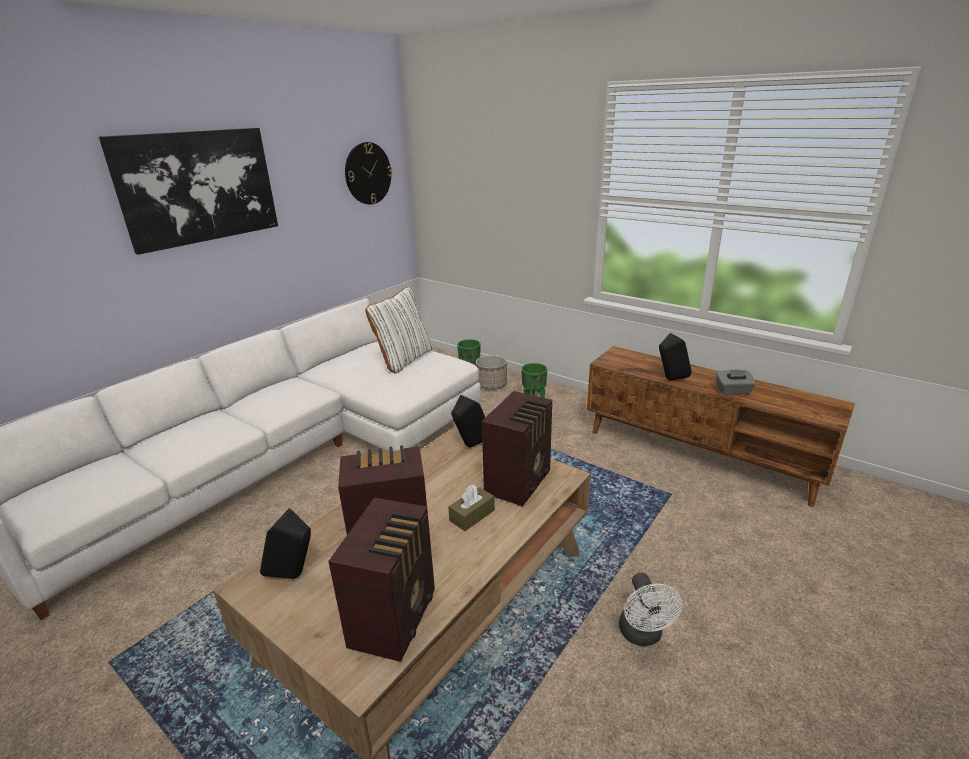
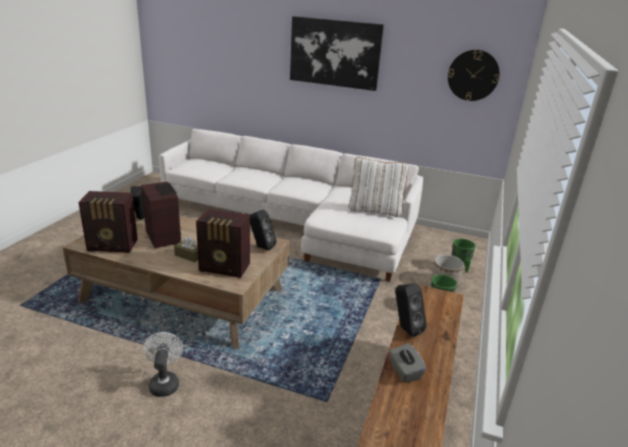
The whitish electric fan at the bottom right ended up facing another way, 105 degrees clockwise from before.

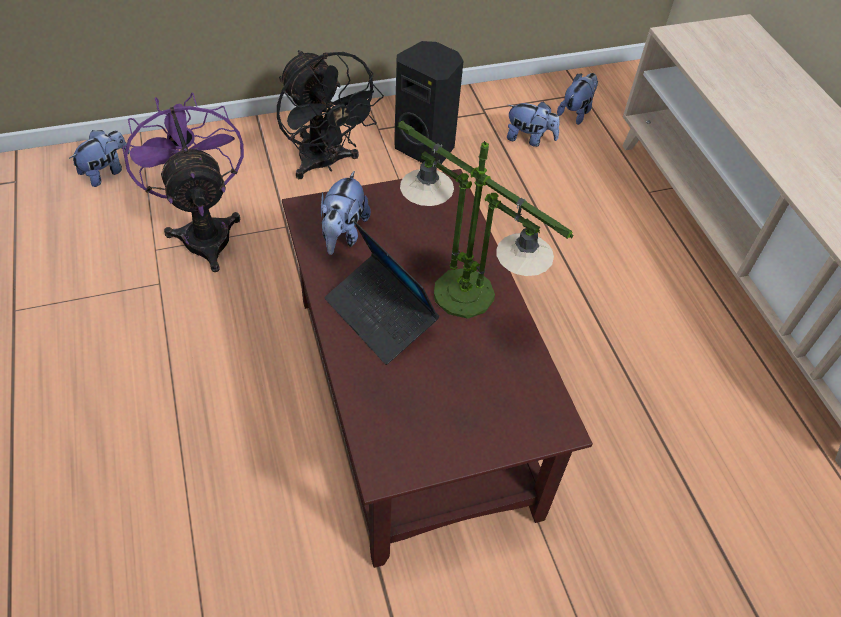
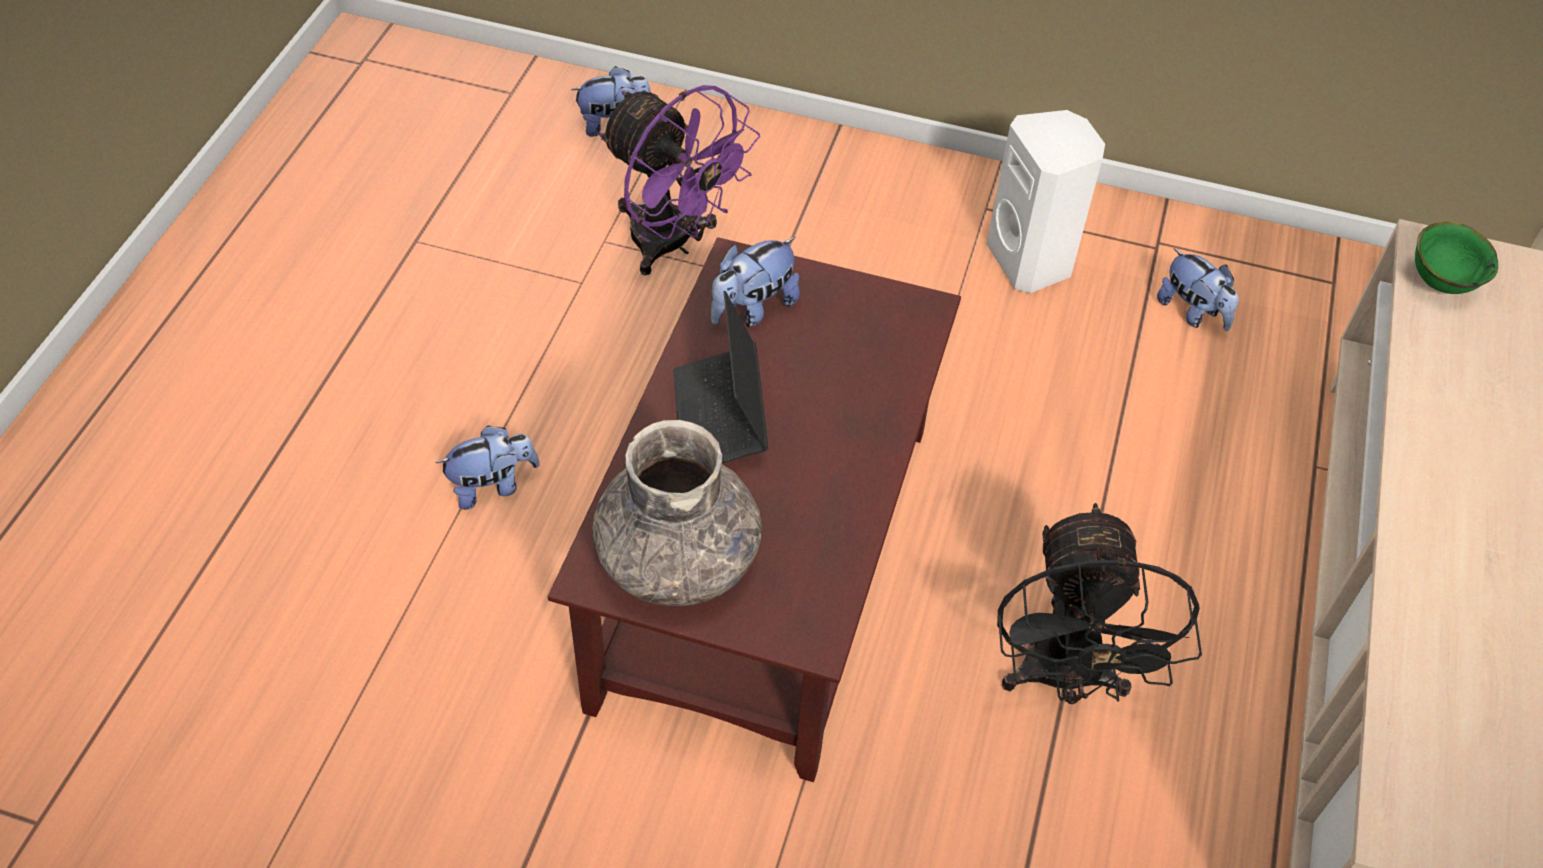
The second view lost the table lamp at the centre.
The second view gained the grey flower vase at the centre.
The second view gained the green-coloured deep dish at the top right.
The black-coloured electric fan ended up elsewhere, having gone from the top centre to the bottom right.
The soft toy (4th from left in the first image) ended up elsewhere, having gone from the top right to the middle left.
What was the black-coloured speaker at the top centre turned into the whitish speaker at the top right.
The purplish electric fan at the top left ended up facing another way, 120 degrees clockwise from before.

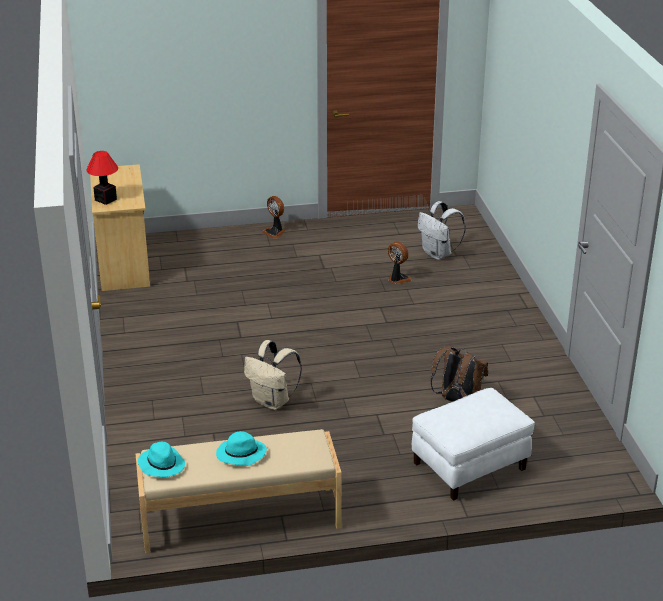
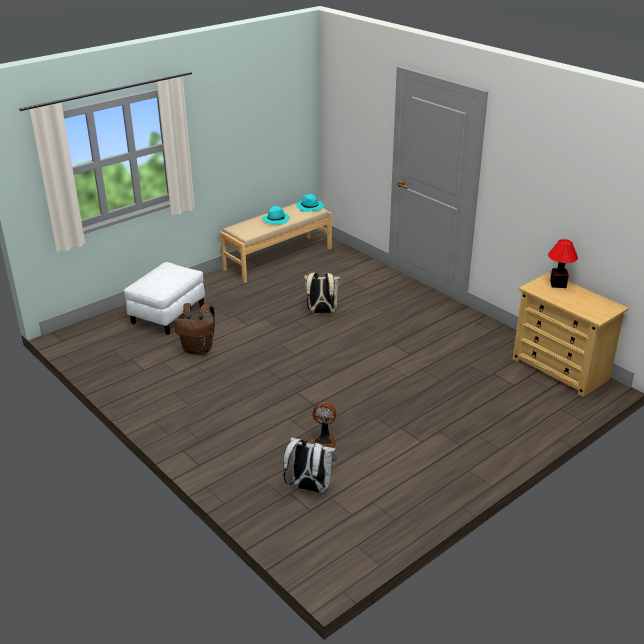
The second view lost the electric fan (1st from left) at the centre.

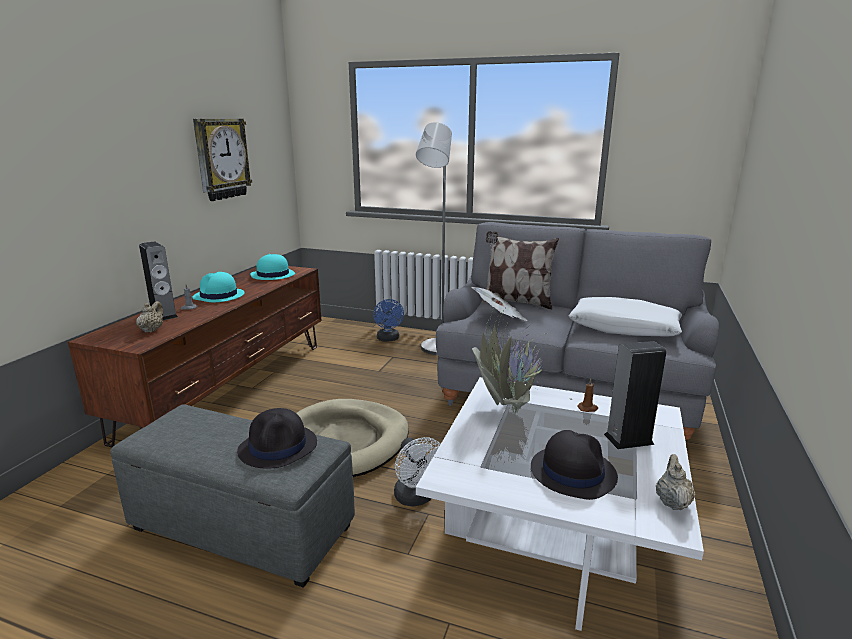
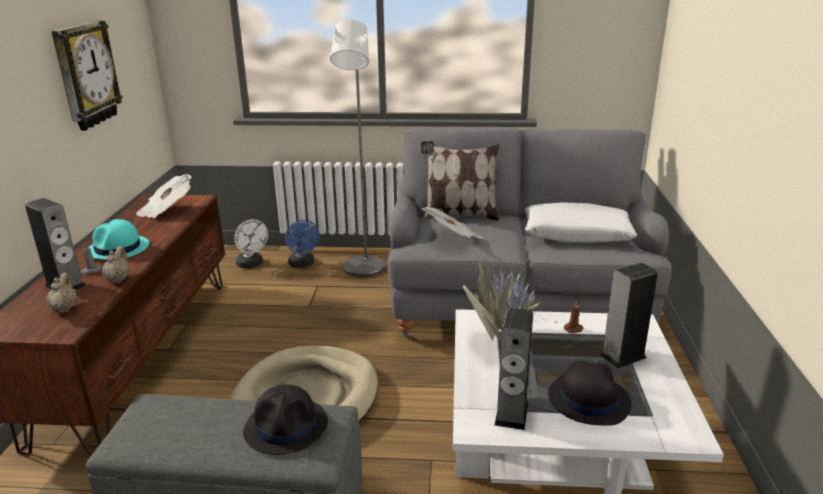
The second view gained the speaker (2nd from left) at the bottom centre.
The whitish electric fan ended up elsewhere, having gone from the bottom centre to the middle left.
The beige-coloured pot for tea (2nd from left) ended up elsewhere, having gone from the bottom right to the middle left.
Where the turquoise-coloured wearable hat (2nd from left) stood at the middle left, the daily paper (1st from left) came to stand at the middle left.

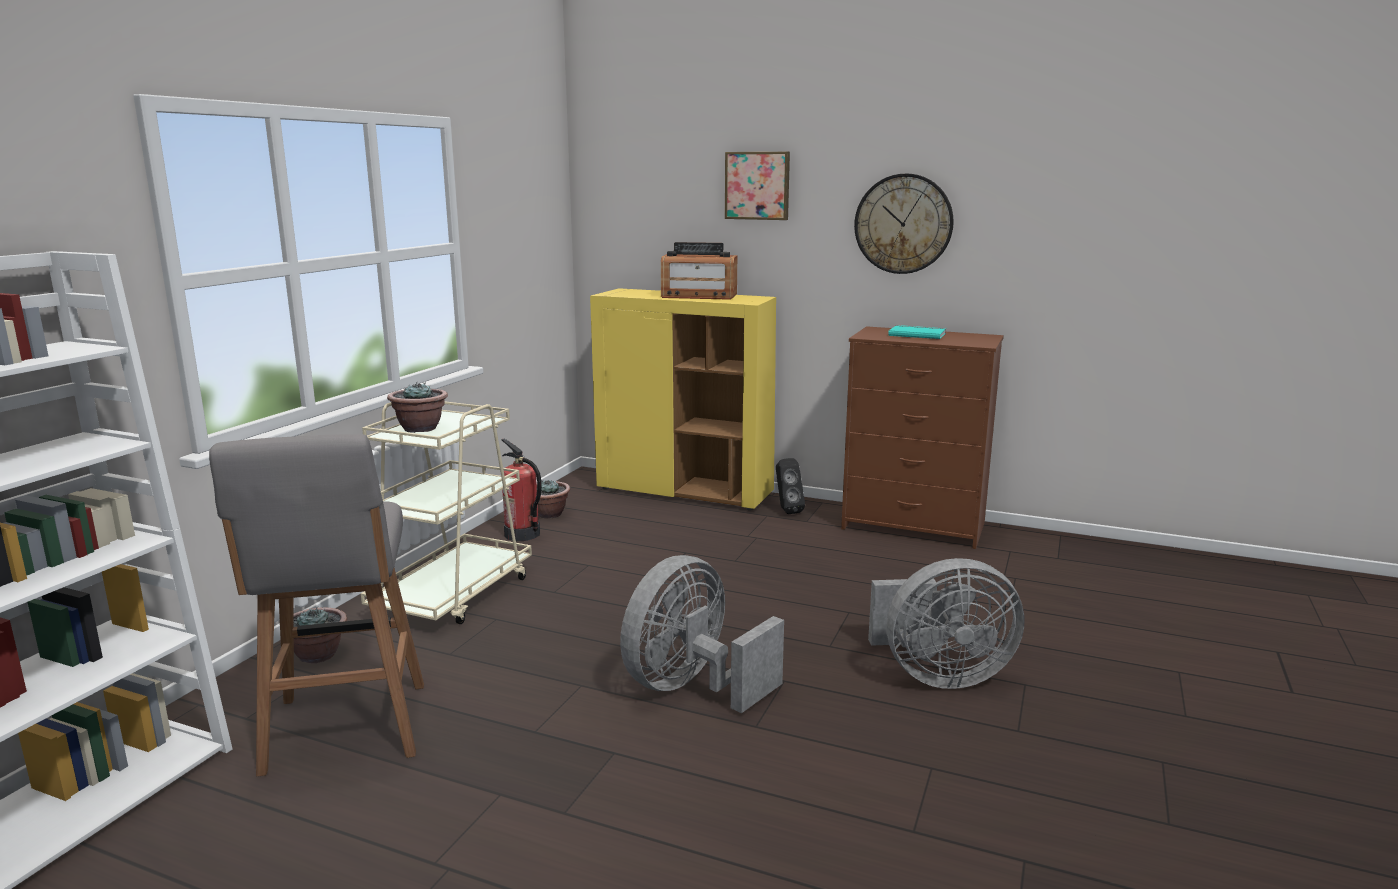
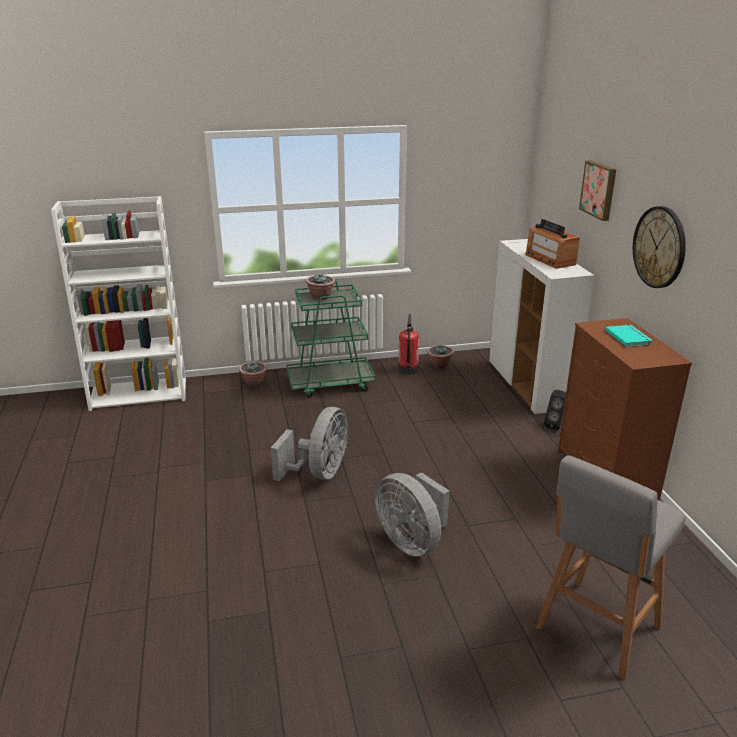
The grey stool ended up elsewhere, having gone from the bottom left to the bottom right.
What was the beige-coloured cart at the middle left turned into the green-coloured cart at the centre.
What was the yellowish cupboard at the centre turned into the whitish cupboard at the middle right.
The grey electric fan (1st from left) at the bottom centre ended up facing another way, 105 degrees clockwise from before.

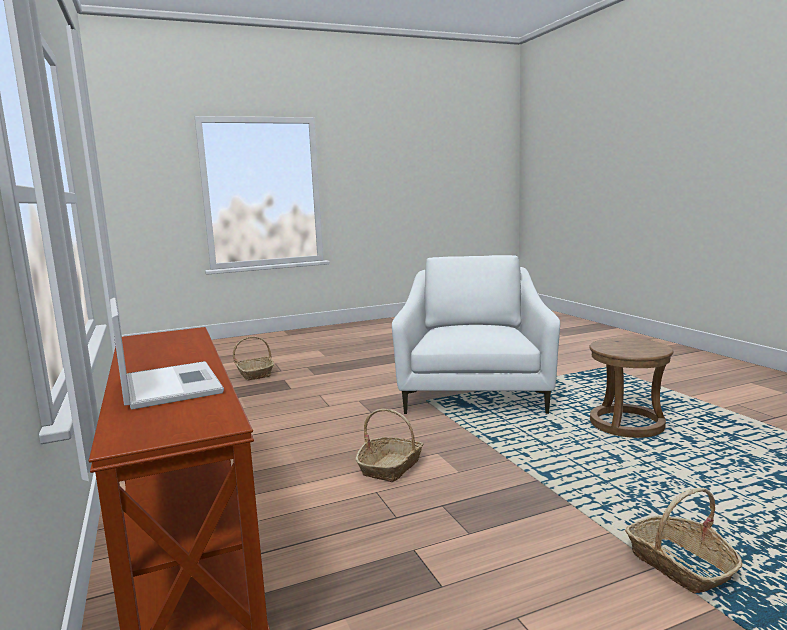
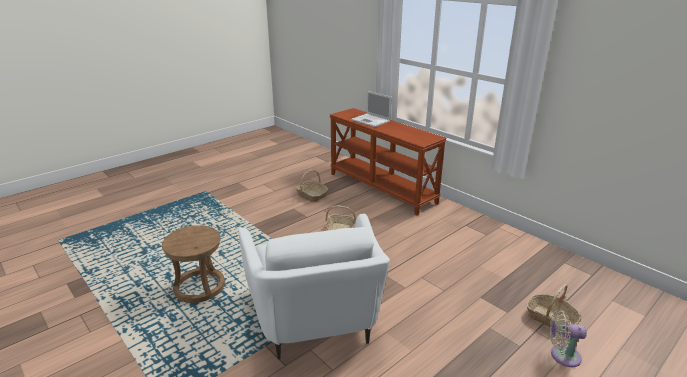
The second view gained the beige-coloured electric fan at the bottom right.
The storage basket (3rd from left in the first image) ended up elsewhere, having gone from the bottom right to the centre.

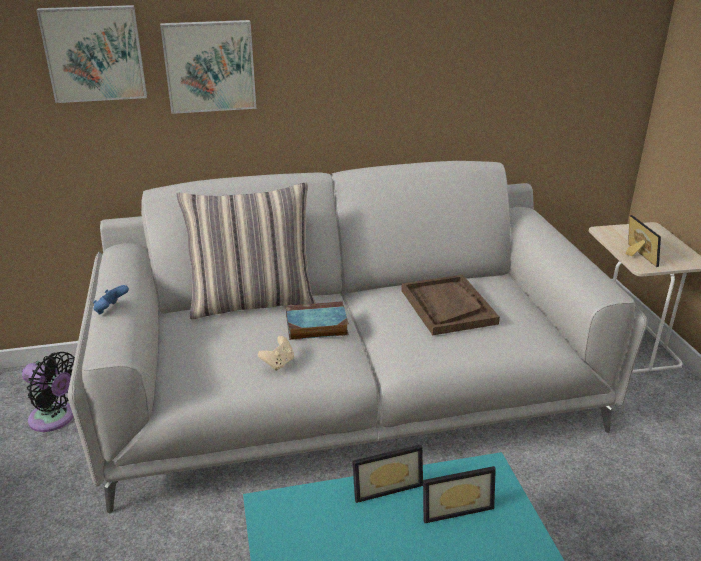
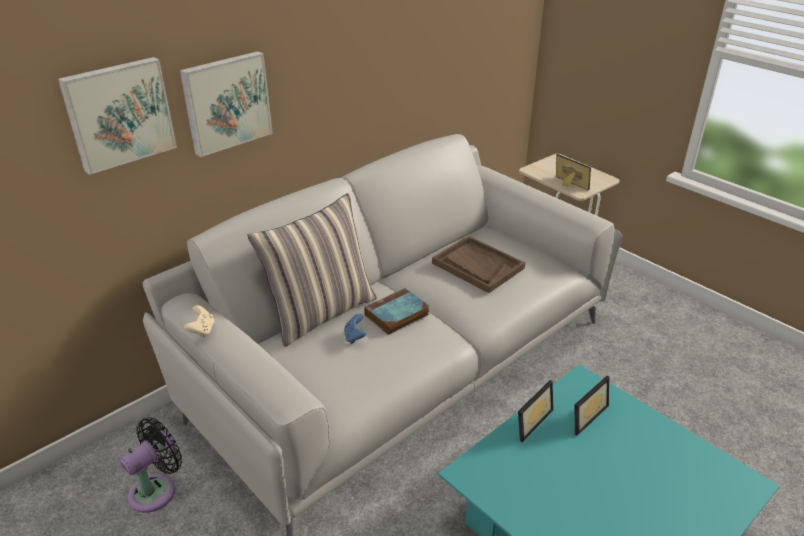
The blue game controller ended up elsewhere, having gone from the middle left to the centre.
The beige-coloured game controller ended up elsewhere, having gone from the centre to the middle left.
The black-coloured electric fan at the bottom left ended up facing another way, 45 degrees counterclockwise from before.

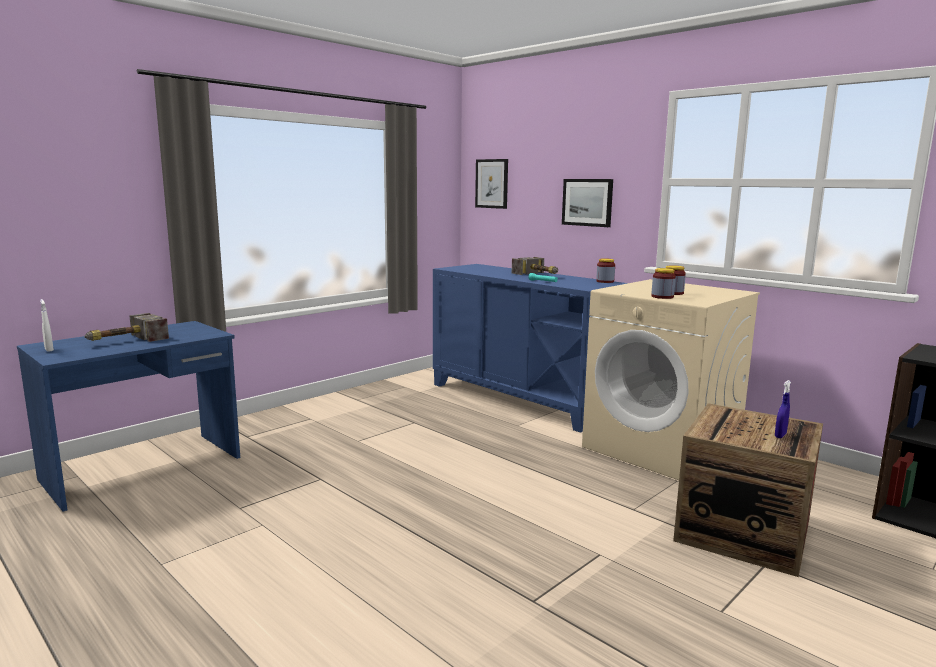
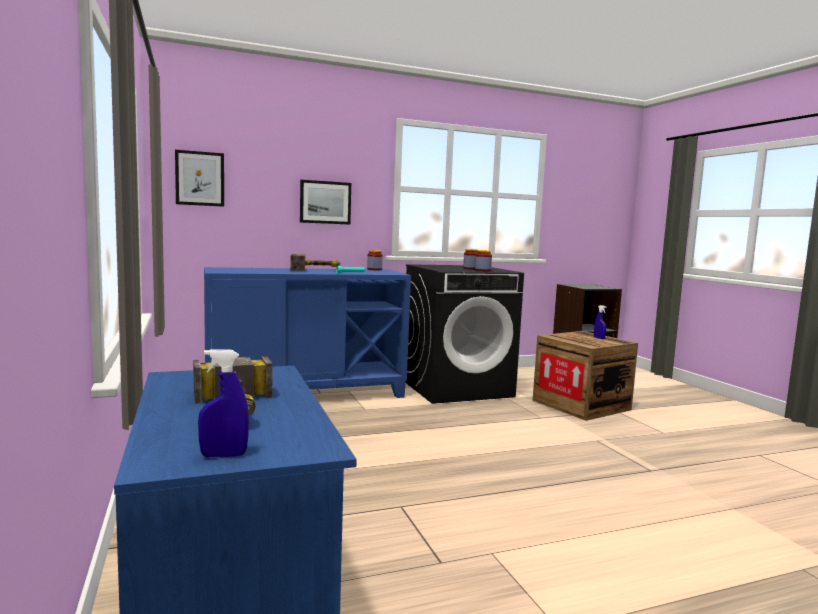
What was the whitish sprayer at the middle left turned into the blue sprayer (1st from left) at the middle left.
What was the beige-coloured laundry machine at the middle right turned into the black-coloured laundry machine at the centre.

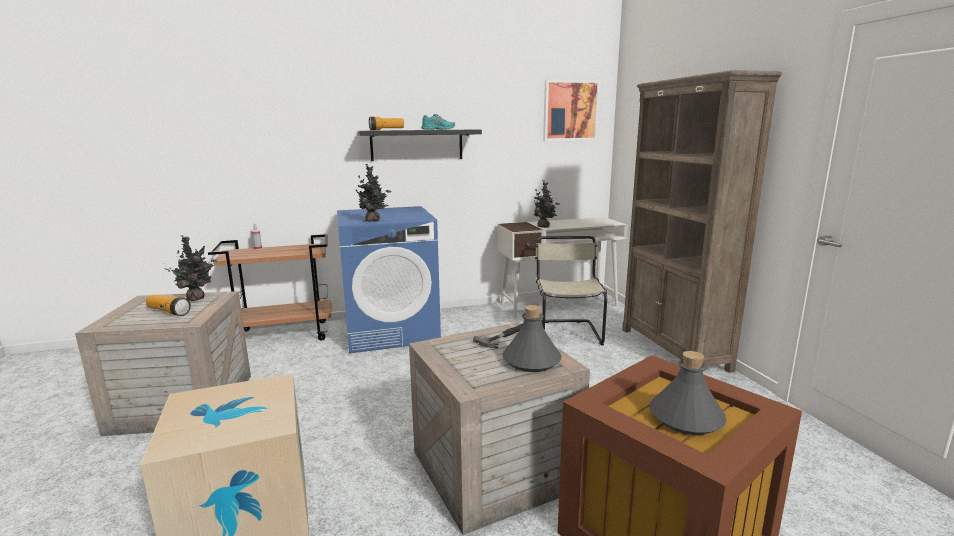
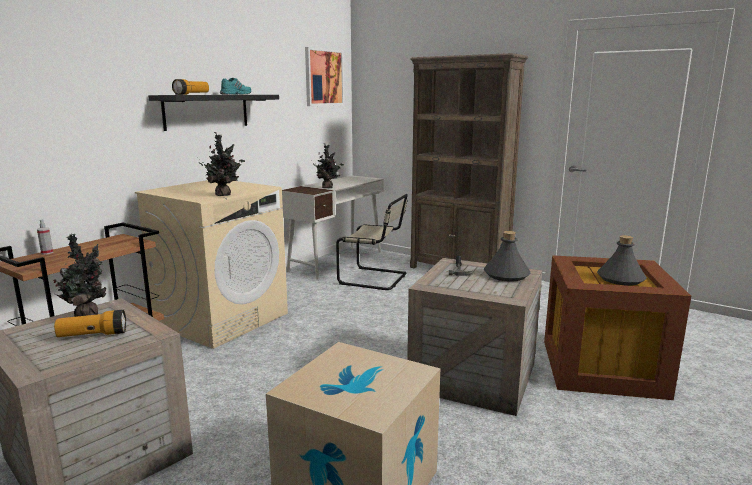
What was the blue laundry machine at the centre turned into the beige-coloured laundry machine at the middle left.
The beige-coloured chair at the centre ended up facing another way, 150 degrees clockwise from before.

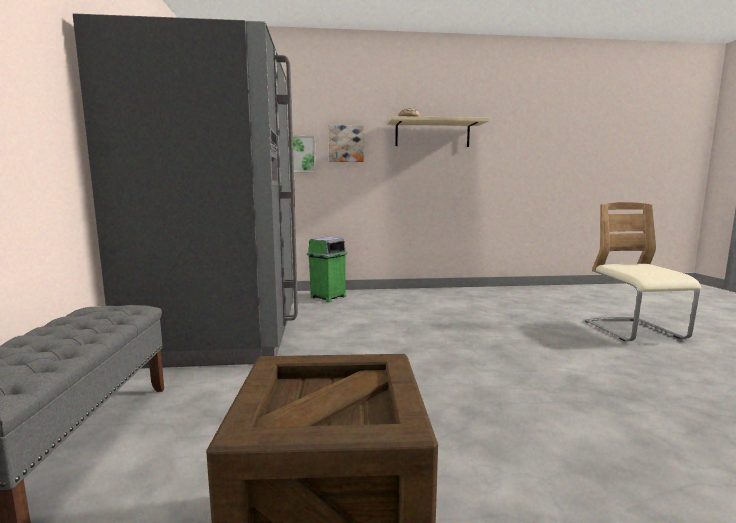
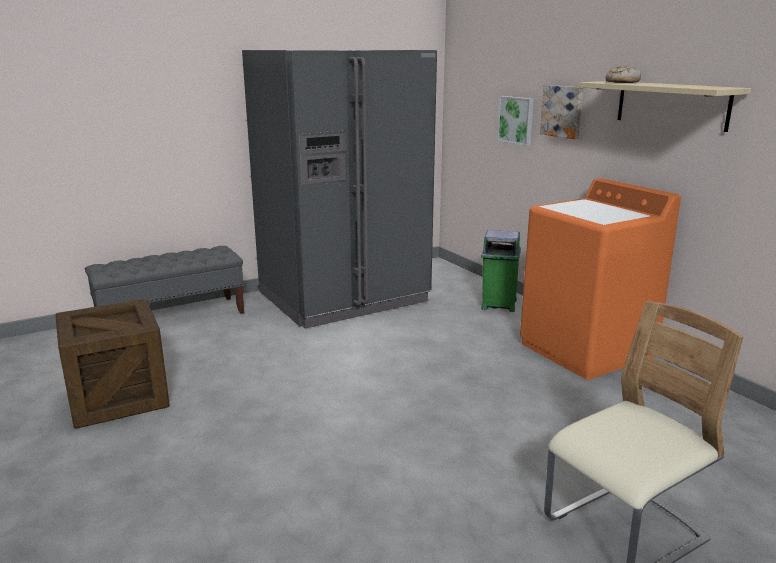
The second view gained the orangey laundry machine at the middle right.

